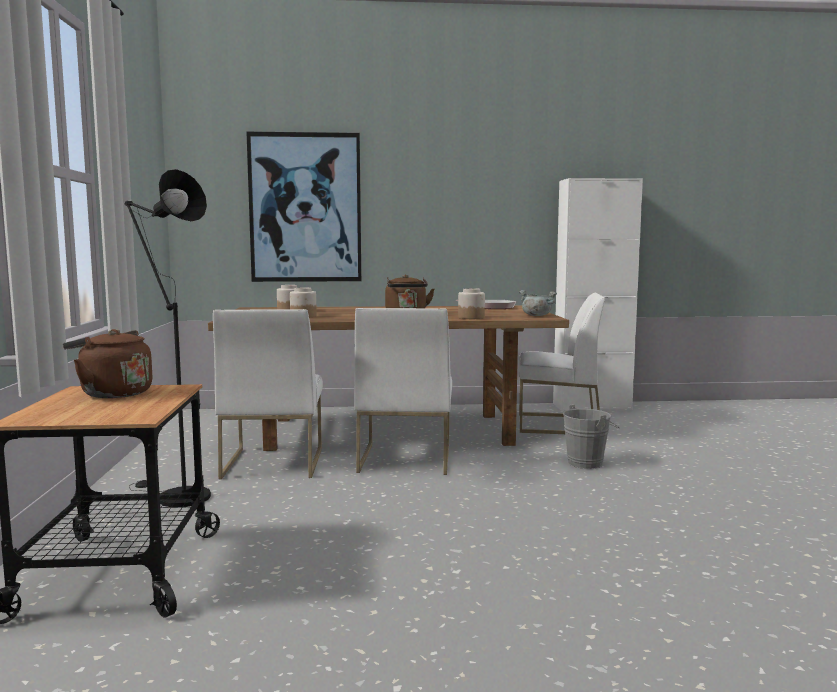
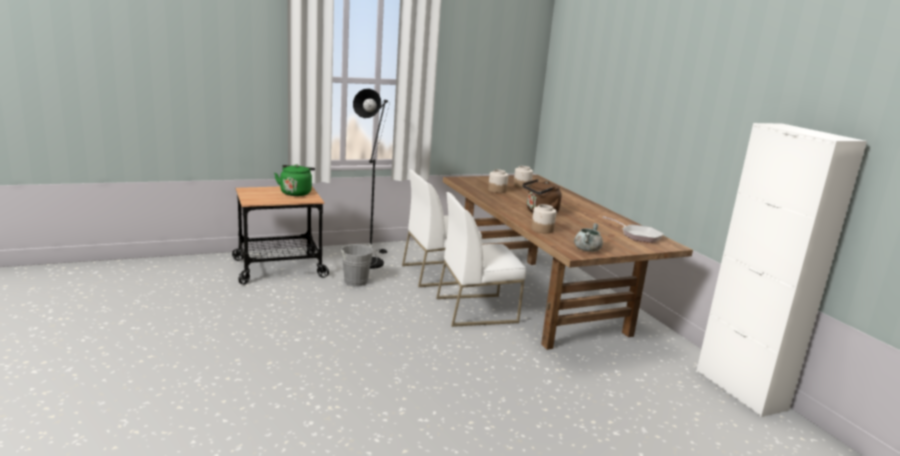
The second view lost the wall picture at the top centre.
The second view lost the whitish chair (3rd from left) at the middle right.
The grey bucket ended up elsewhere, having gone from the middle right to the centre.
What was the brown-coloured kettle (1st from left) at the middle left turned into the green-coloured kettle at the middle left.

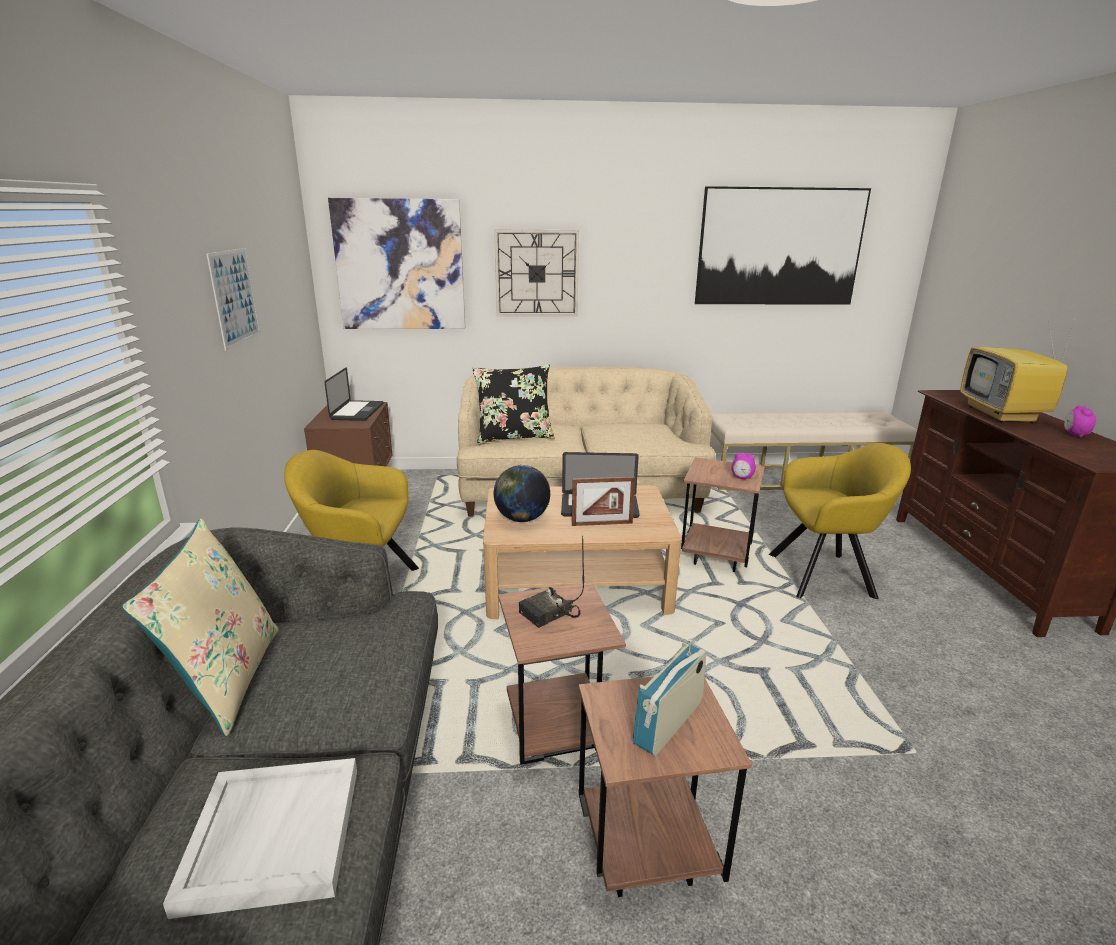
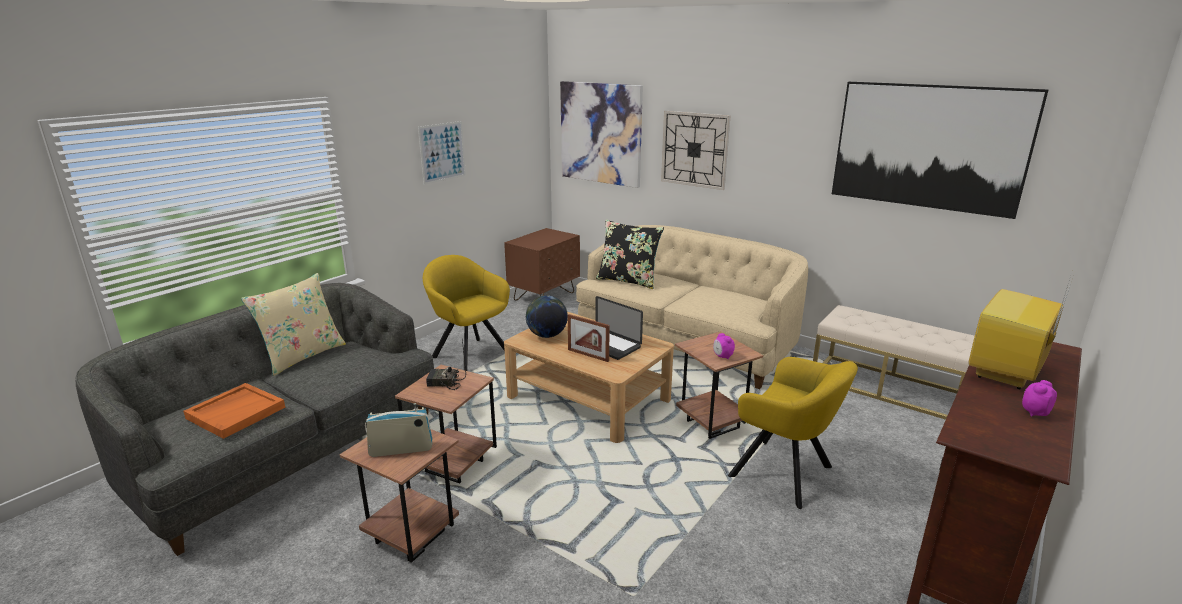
The second view lost the laptop (1st from left) at the middle left.
What was the whitish carrying tray at the bottom left turned into the orangey carrying tray at the bottom left.

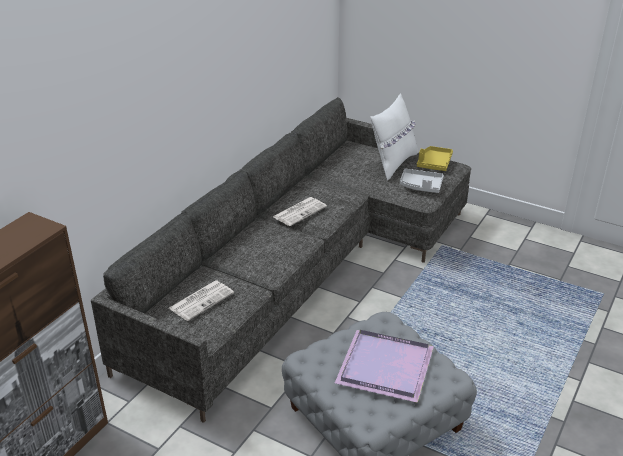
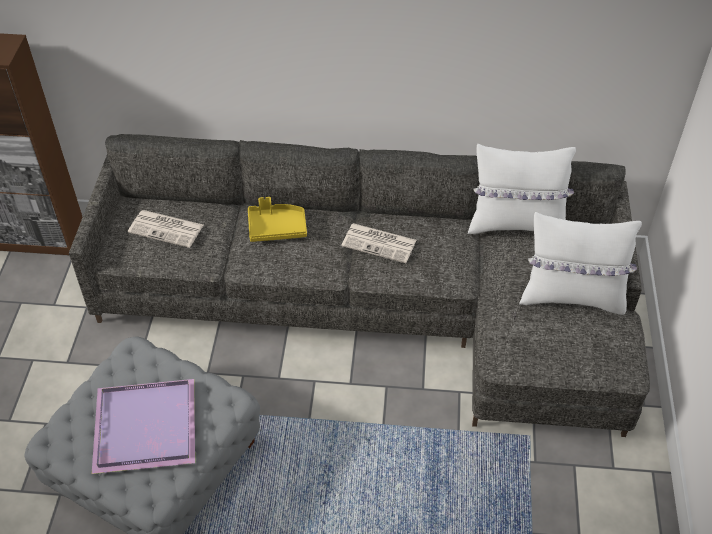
The second view lost the grey carrying tray at the middle right.
The second view gained the whitish cushion (1st from left) at the middle right.
The yellowish carrying tray ended up elsewhere, having gone from the middle right to the centre.

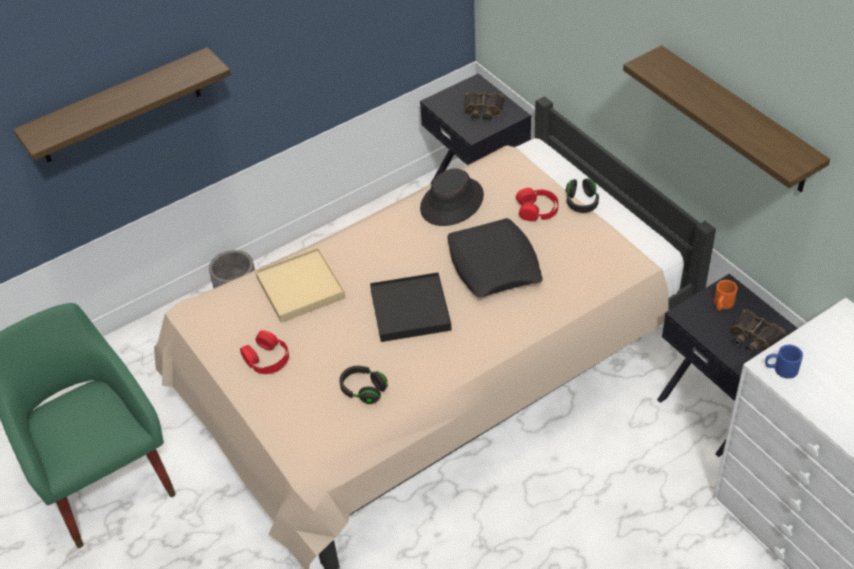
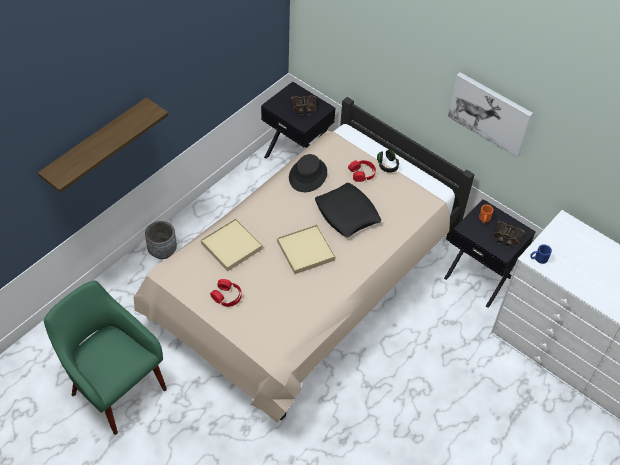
The second view lost the black-coloured headphones (1st from left) at the bottom centre.
Where the shelf (2nd from left) hung at the top right, the wall picture came to hang at the top right.
What was the black-coloured carrying tray at the centre turned into the beige-coloured carrying tray (2nd from left) at the centre.

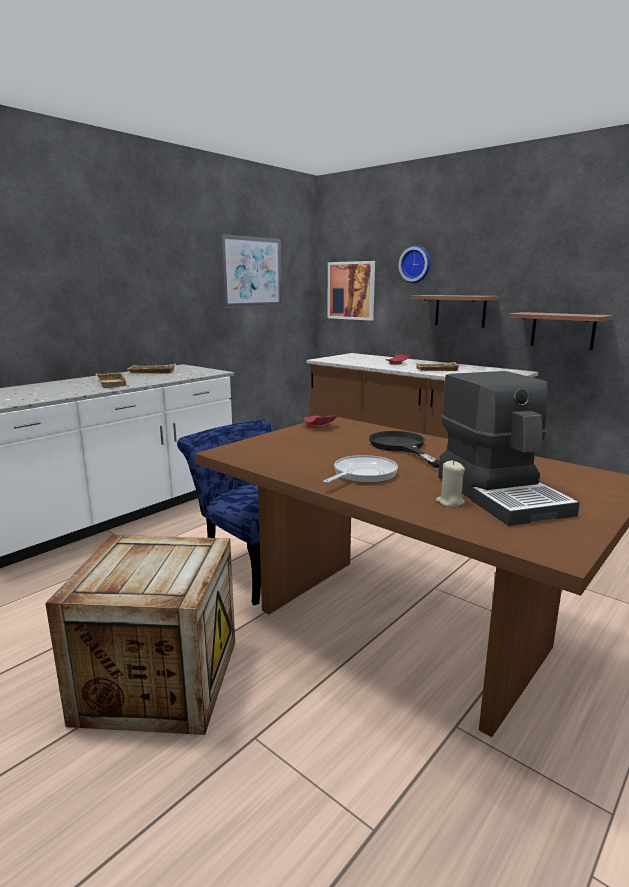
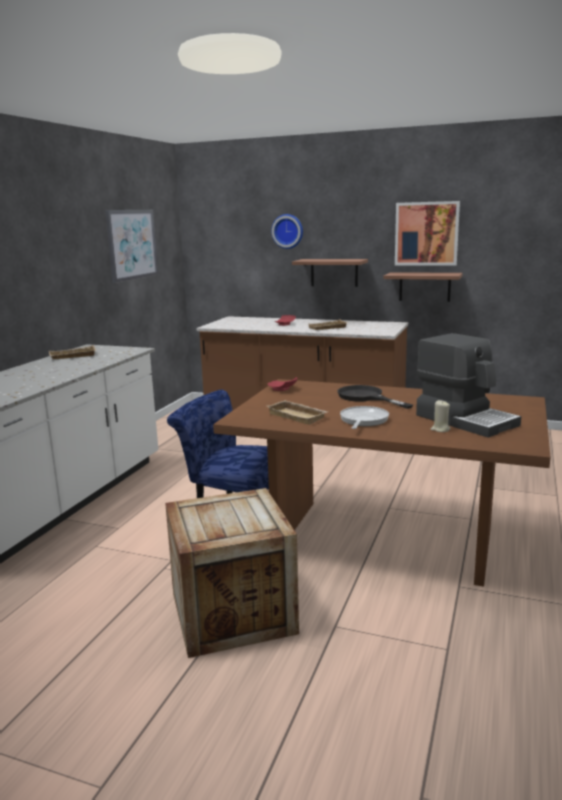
The beige-coloured carrying tray (1st from left in the first image) ended up elsewhere, having gone from the middle left to the centre.
The wall picture (2nd from left) ended up elsewhere, having gone from the top centre to the top right.

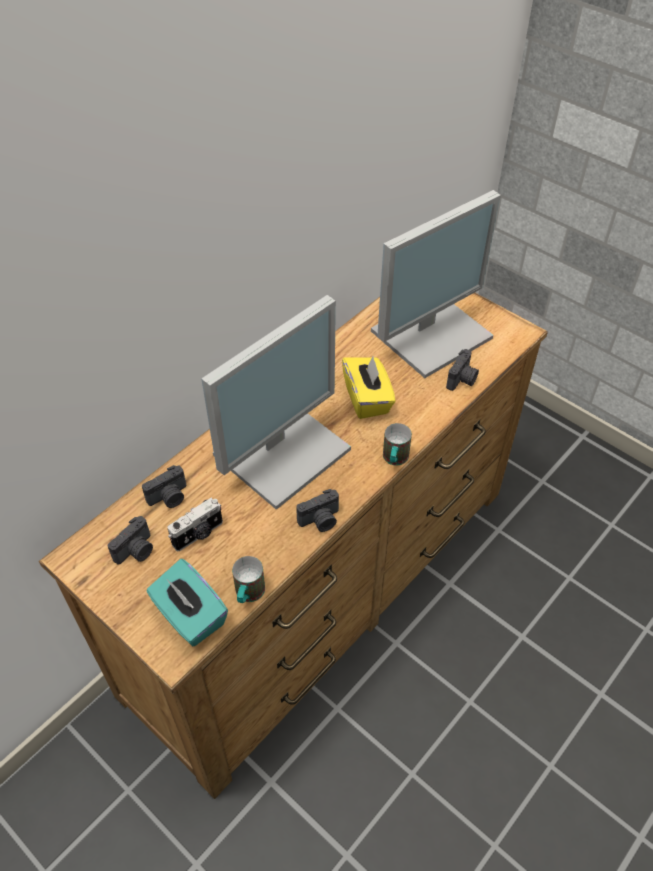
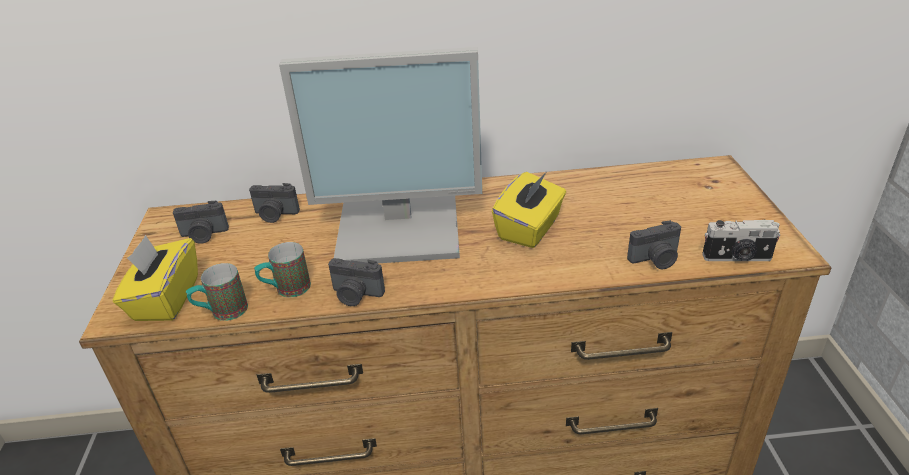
The second view lost the computer display (2nd from left) at the top right.
The still camera (3rd from left in the first image) ended up elsewhere, having gone from the middle left to the middle right.
The tea mug (2nd from left) ended up elsewhere, having gone from the centre to the middle left.
What was the turquoise-coloured box of tissues at the bottom left turned into the yellowish box of tissues (1st from left) at the middle left.

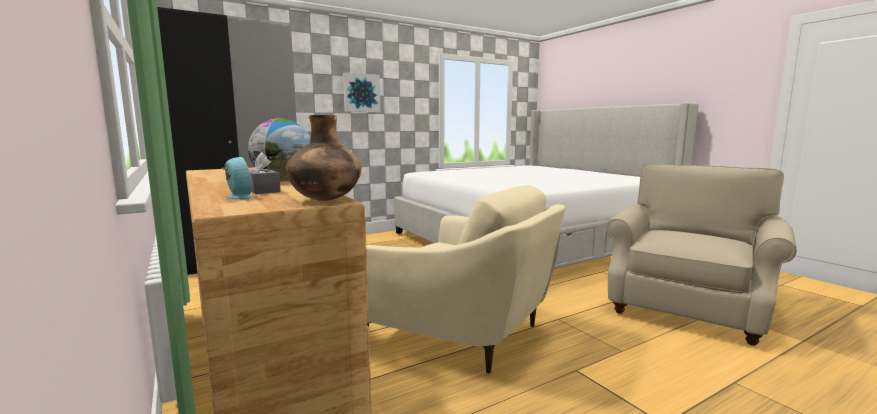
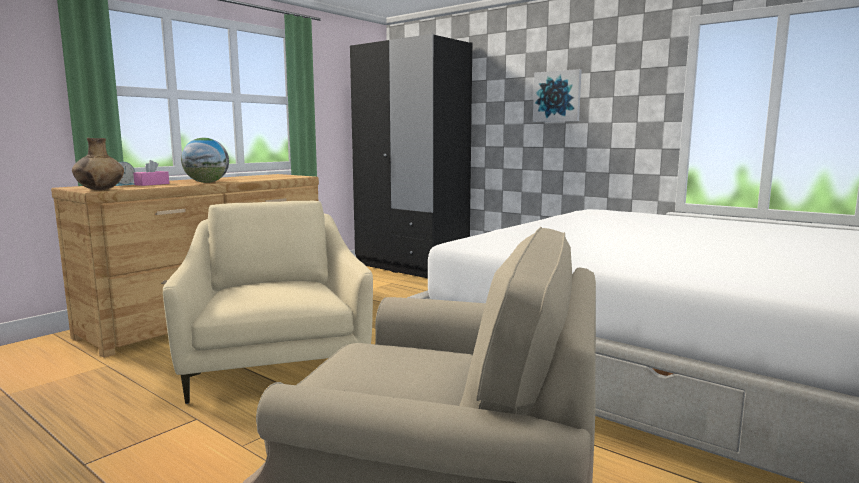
What was the grey box of tissues at the middle left turned into the pinkish box of tissues at the middle left.
The beige-coloured lounge chair (1st from left) at the bottom centre ended up facing another way, 150 degrees clockwise from before.

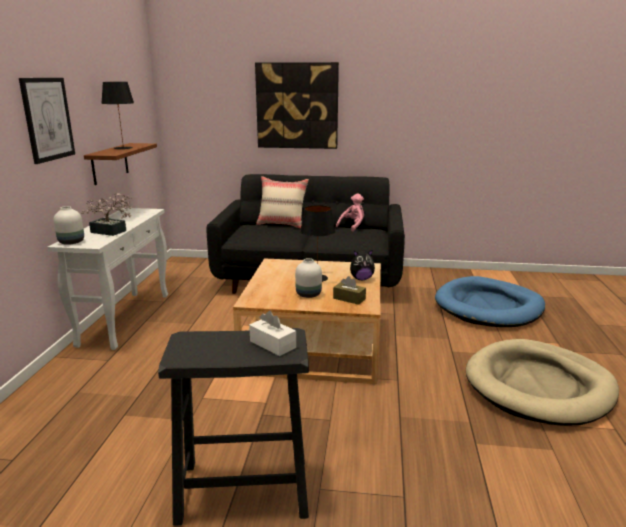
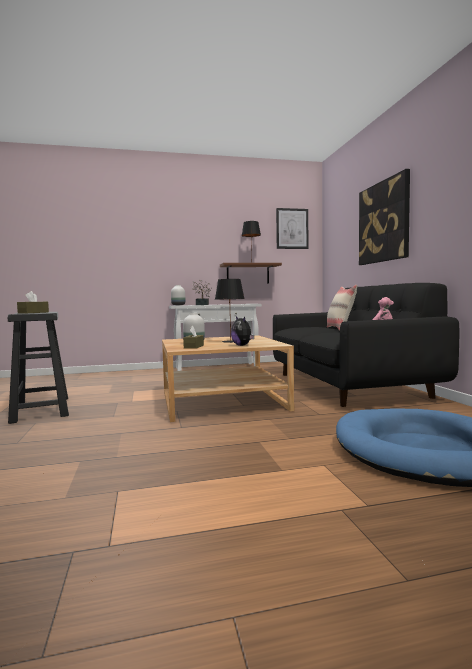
The second view lost the beige-coloured dog cushion at the bottom right.
The wall picture (1st from left) ended up elsewhere, having gone from the top left to the centre.
What was the whitish box of tissues at the centre turned into the brown-coloured box of tissues (1st from left) at the middle left.

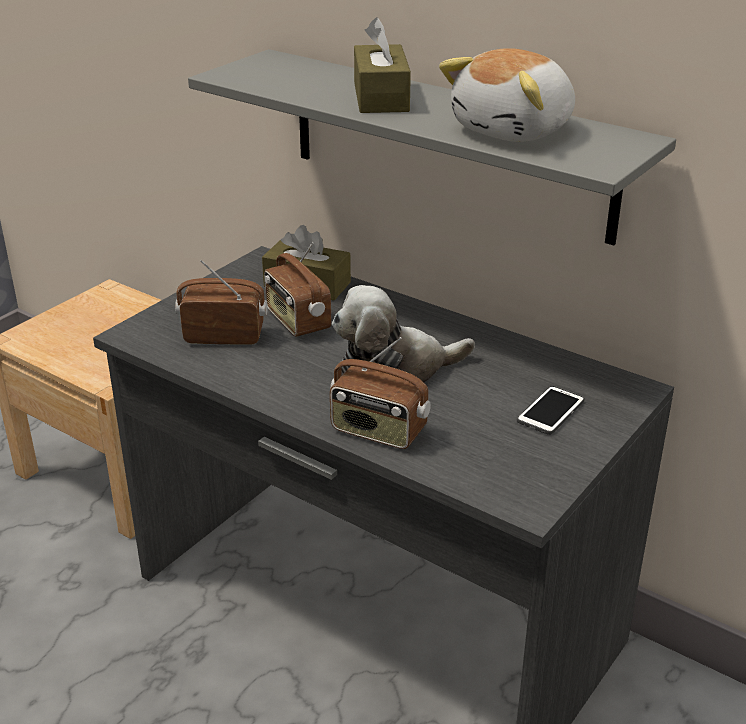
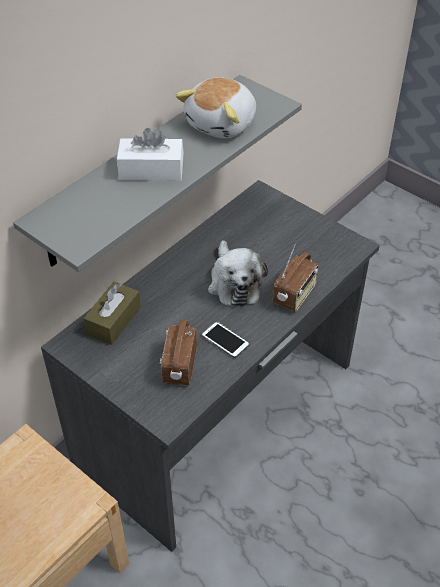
The second view lost the radio (2nd from left) at the centre.
The handset ended up elsewhere, having gone from the middle right to the centre.
What was the brown-coloured box of tissues (2nd from left) at the top centre turned into the whitish box of tissues at the top centre.
The soft toy (2nd from left in the first image) at the top right ended up facing another way, 75 degrees clockwise from before.

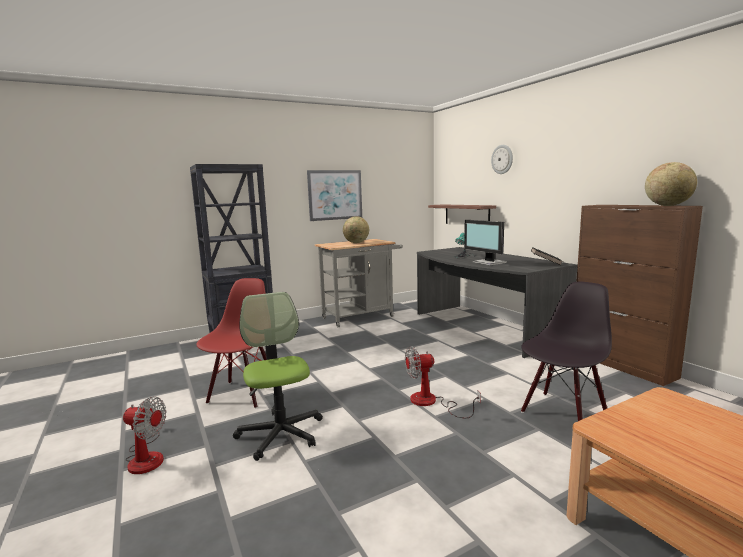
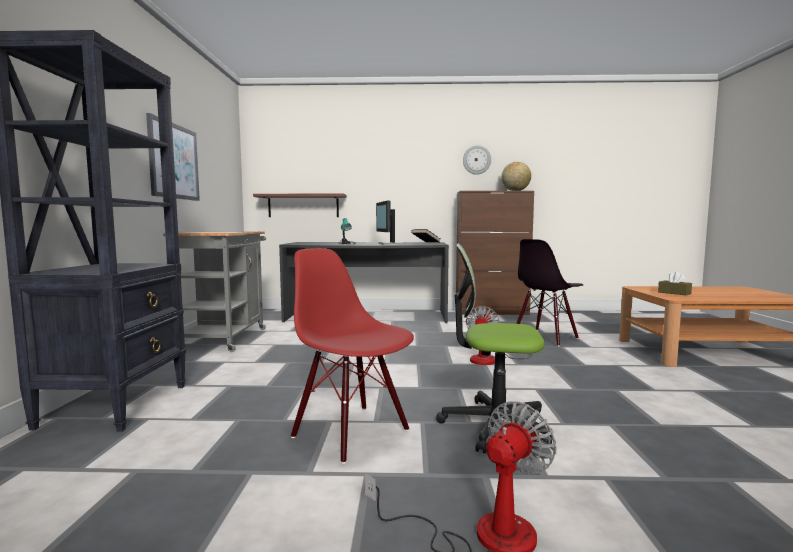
The second view lost the world globe (1st from left) at the centre.
The second view gained the brown-coloured box of tissues at the middle right.
The clock on the wall ended up elsewhere, having gone from the top right to the top centre.
The computer display at the centre ended up facing another way, 75 degrees clockwise from before.
The black-coloured chair at the middle right ended up facing another way, 120 degrees counterclockwise from before.

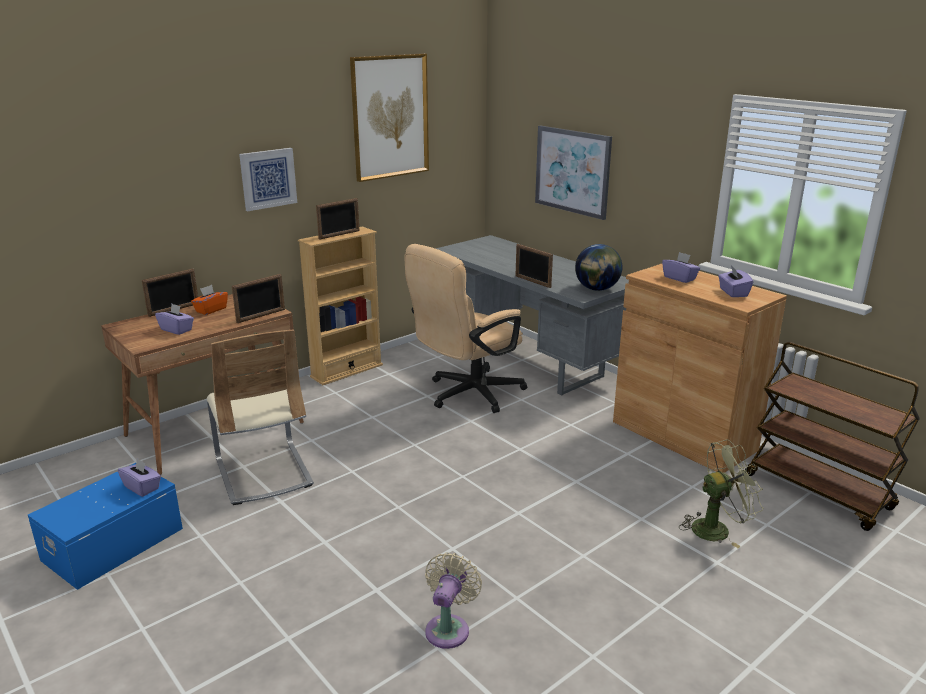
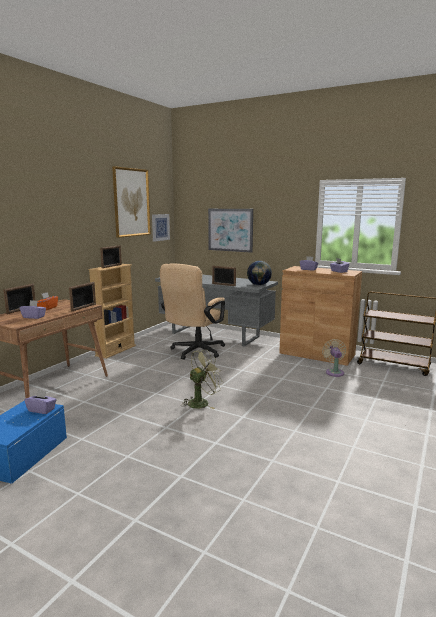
The second view lost the beige-coloured chair at the middle left.
The wall picture (1st from left in the first image) ended up elsewhere, having gone from the top left to the centre.
The beige-coloured electric fan ended up elsewhere, having gone from the bottom centre to the middle right.
The green-coloured electric fan ended up elsewhere, having gone from the bottom right to the centre.

